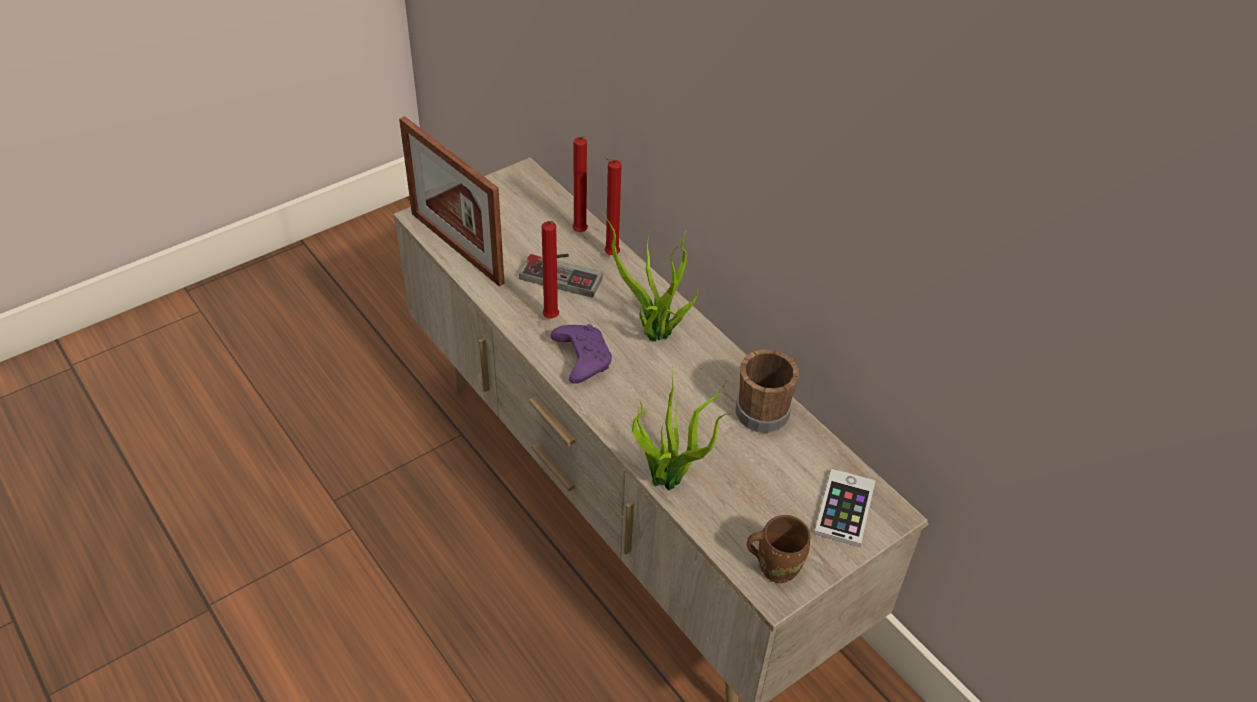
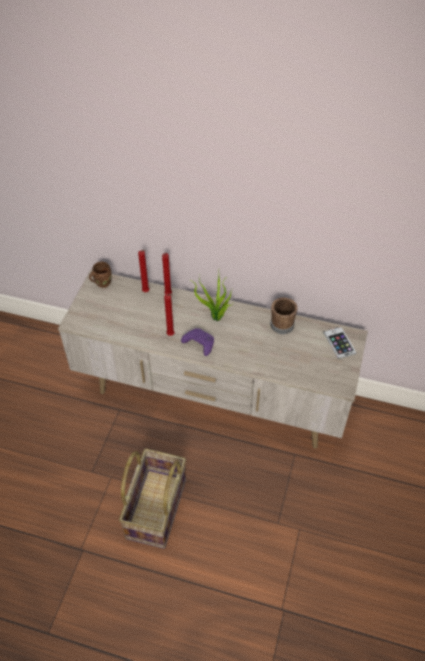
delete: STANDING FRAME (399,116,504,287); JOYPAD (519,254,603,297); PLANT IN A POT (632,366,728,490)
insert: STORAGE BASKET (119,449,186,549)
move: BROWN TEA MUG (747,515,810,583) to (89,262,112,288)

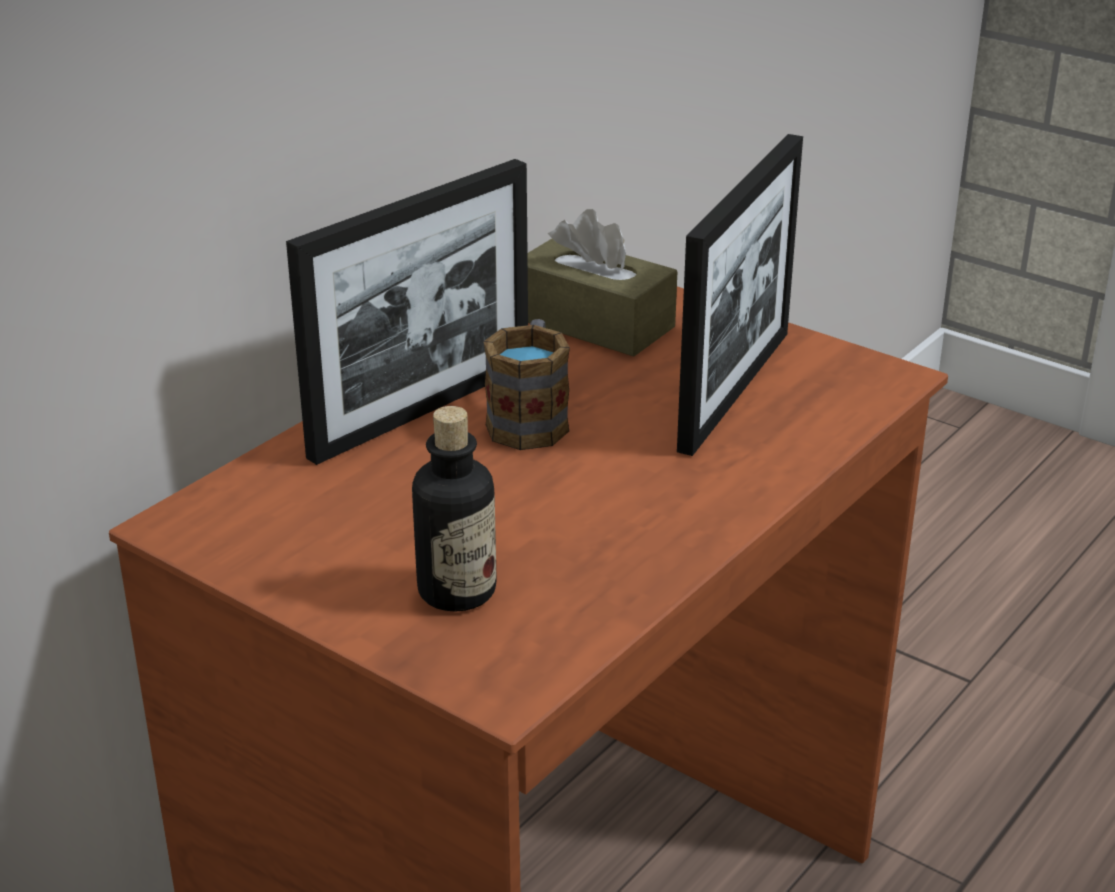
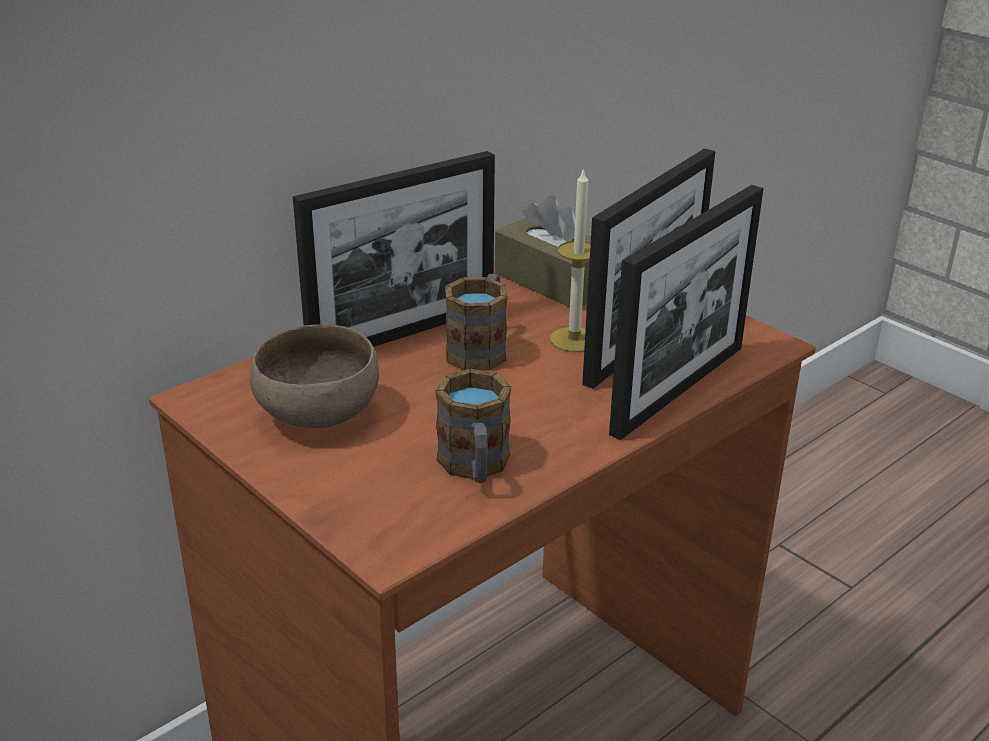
delete: BOTTLE (412,406,497,612)
insert: BROWN BOWL (250,324,379,428); TEA MUG (435,369,512,483); CANDLE (550,167,591,352); STANDING FRAME (609,185,764,440)

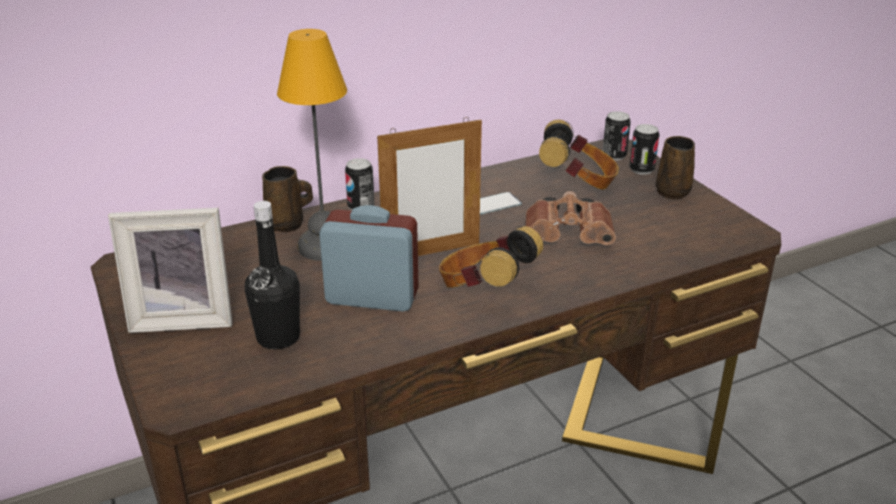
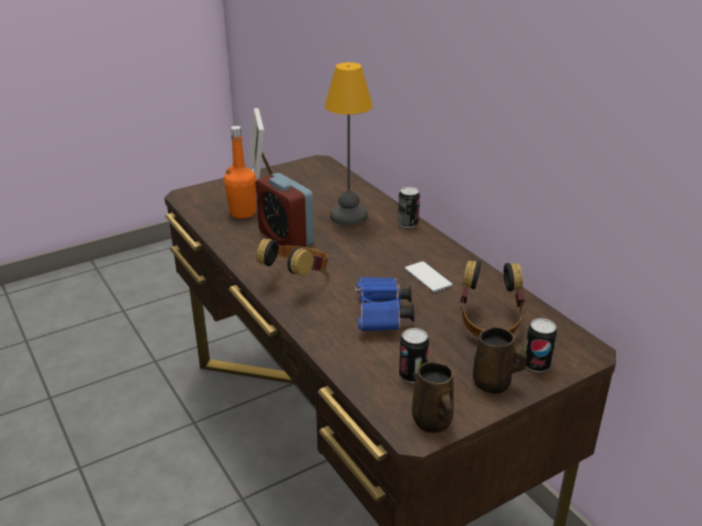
delete: STANDING FRAME (377,117,482,256)
move: BROWN TEA MUG (262,166,313,232) to (412,361,454,433); SEALED CAN (603,111,631,161) to (399,328,429,383)
recolor: BLACK-COLOURED BOTTLE (245,201,300,349) to ORANGE BOTTLE (224,126,256,219); BROWN FIELD GLASSES (525,191,616,245) to BLUISH FIELD GLASSES (355,277,414,331)
rotate: BEDSIDE CLOCK (319,205,419,312) = (255,173,314,247) 135 degrees clockwise

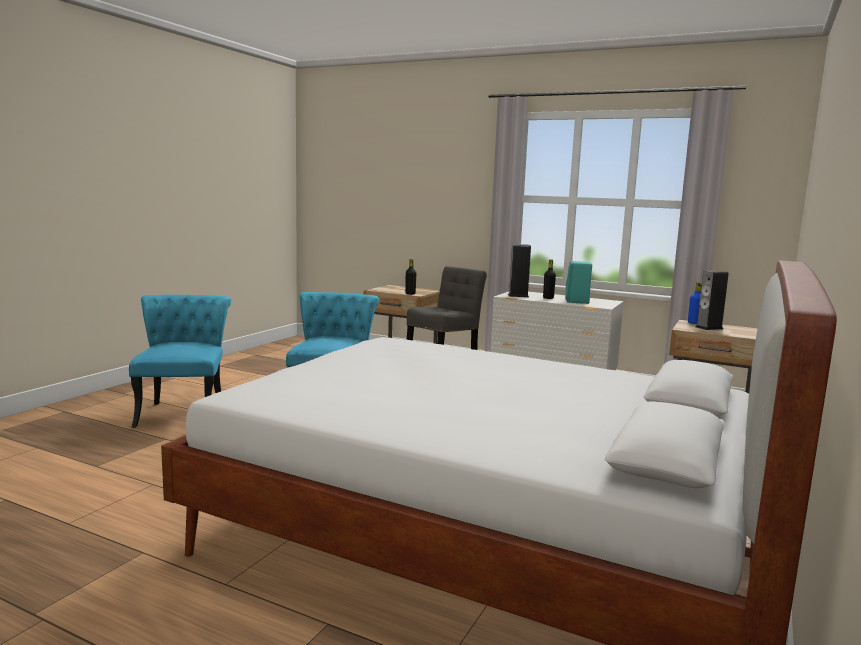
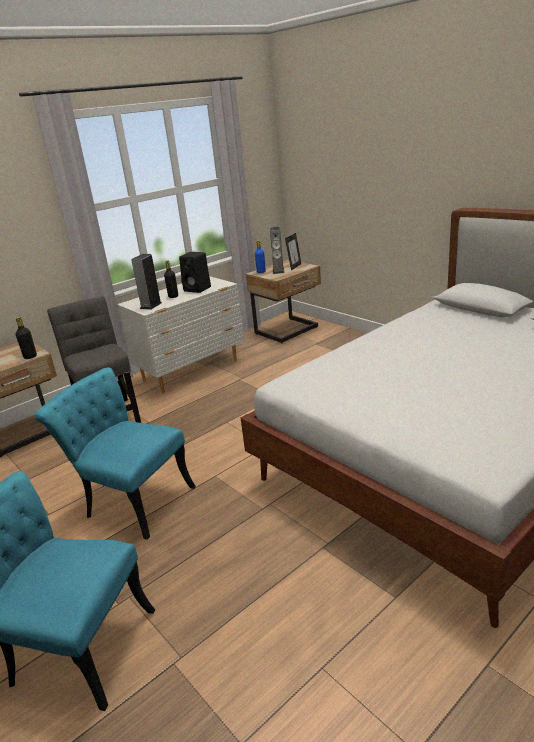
insert: STANDING FRAME (285,233,301,270)
recolor: TURQUOISE SPEAKER (565,261,592,304) to BLACK-COLOURED SPEAKER (179,252,211,293)

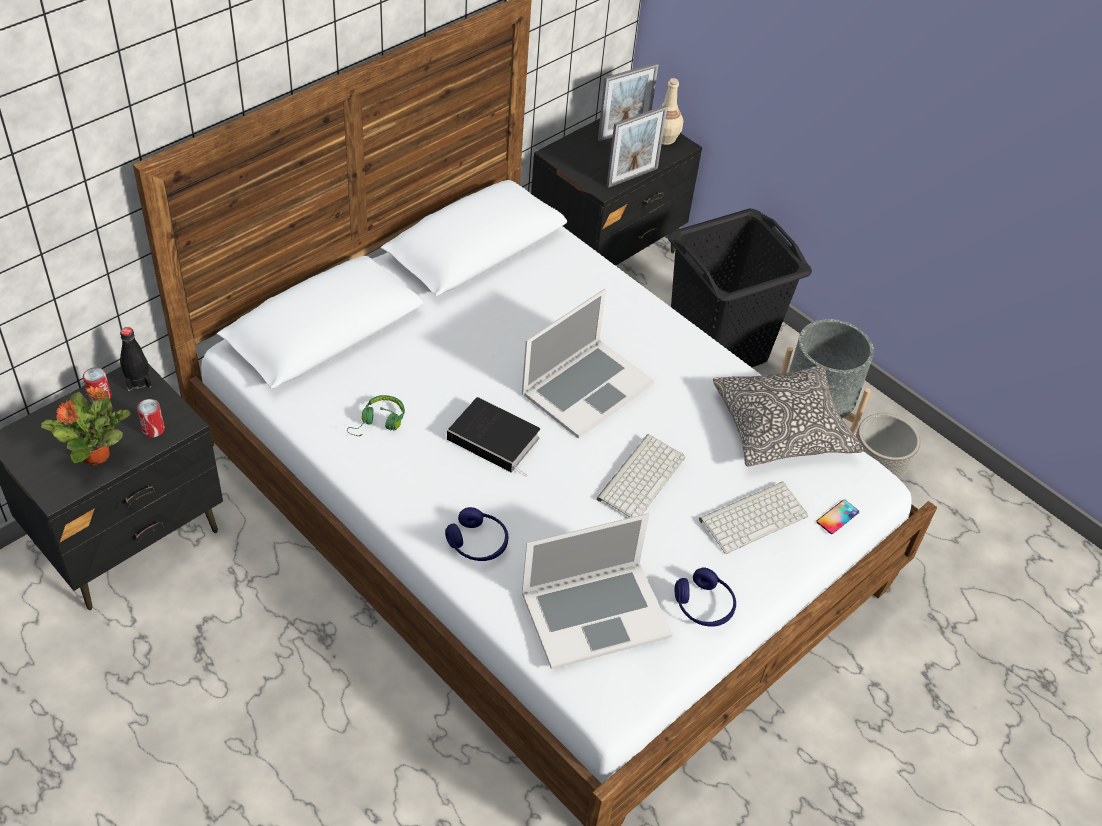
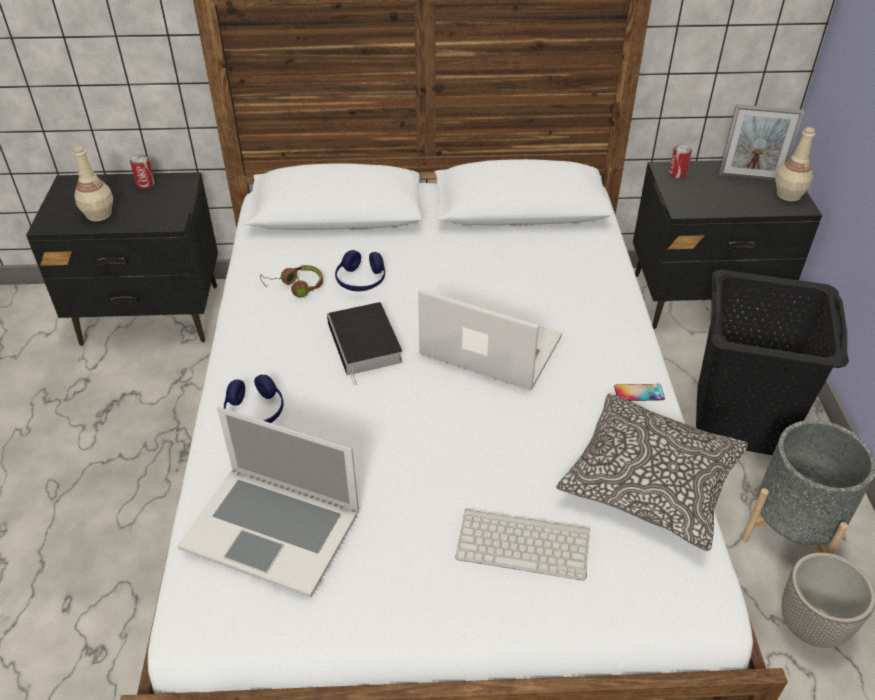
delete: BLACK-COLOURED BOTTLE (120,327,151,391); PC KEYBOARD (596,434,685,518); STANDING FRAME (606,105,667,188)
move: SEALED CAN (137,399,165,437) to (669,145,692,178); BLUISH HEADSET (675,568,736,627) to (335,250,385,291); PHONE (816,499,859,534) to (614,384,665,401)
replace: PLANT IN A POT (41,386,130,465) to BEIGE BOTTLE (73,146,113,221)
recolor: GREENISH HEADSET (347,395,405,436) to BROWN HEADSET (260,265,323,298)
rotate: NOTEBOOK COMPUTER (522,289,654,439) = (418,289,562,391) 150 degrees counterclockwise

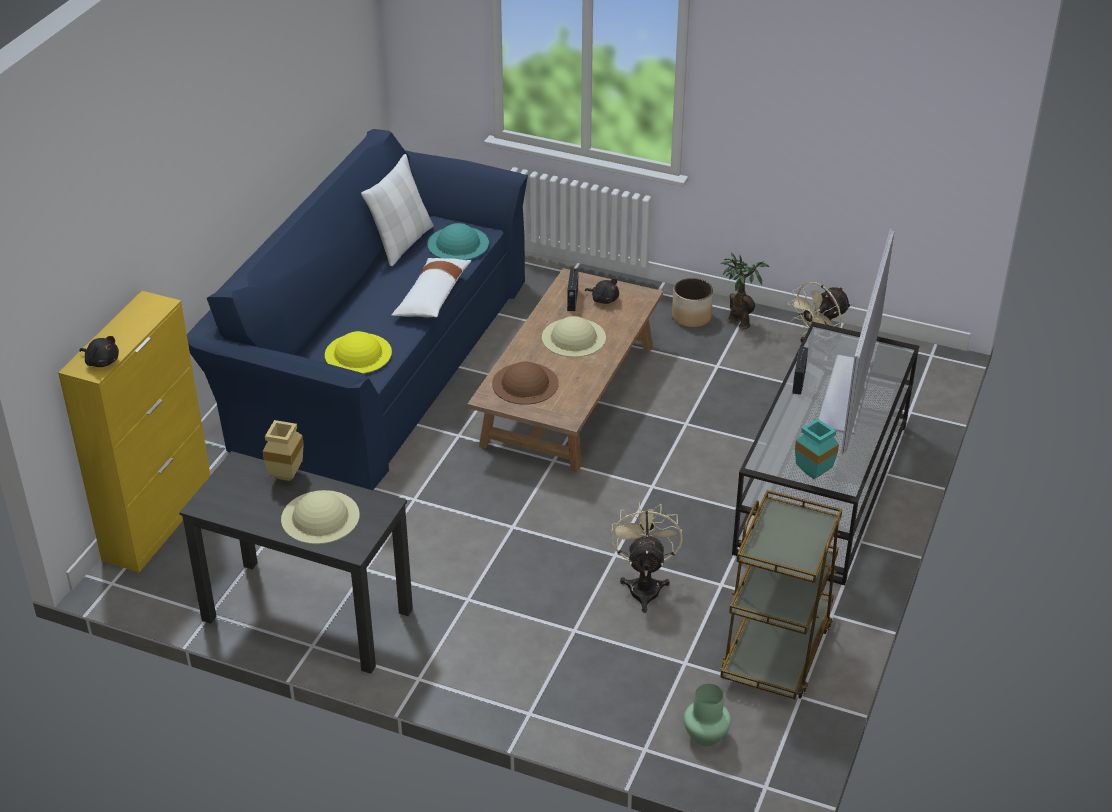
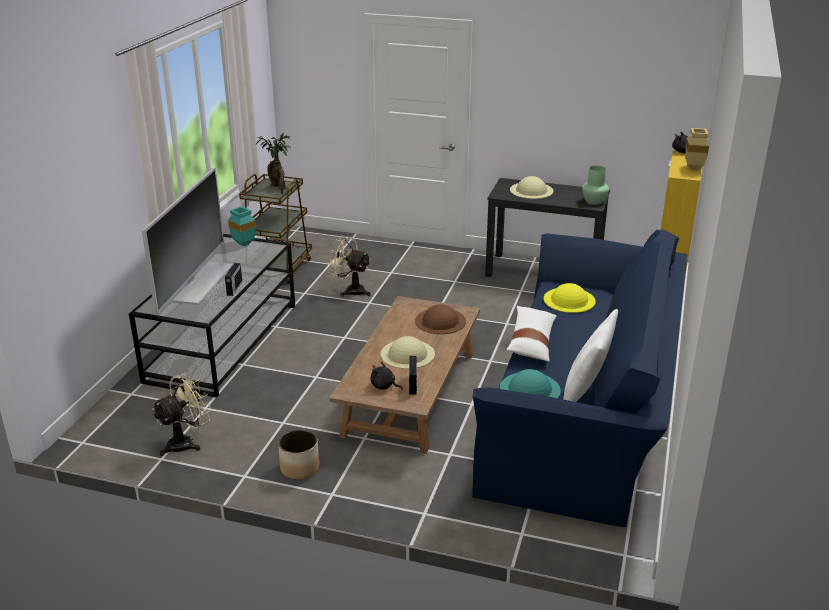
move: BEIGE FLOWER VASE (263,420,304,481) to (685,128,709,170); GREENISH FLOWER VASE (684,684,731,746) to (582,166,609,205); PLANT IN A POT (720,253,769,329) to (256,133,291,194)
rotate: BEIGE ELECTRIC FAN (611,502,683,613) = (326,235,371,297) 120 degrees clockwise

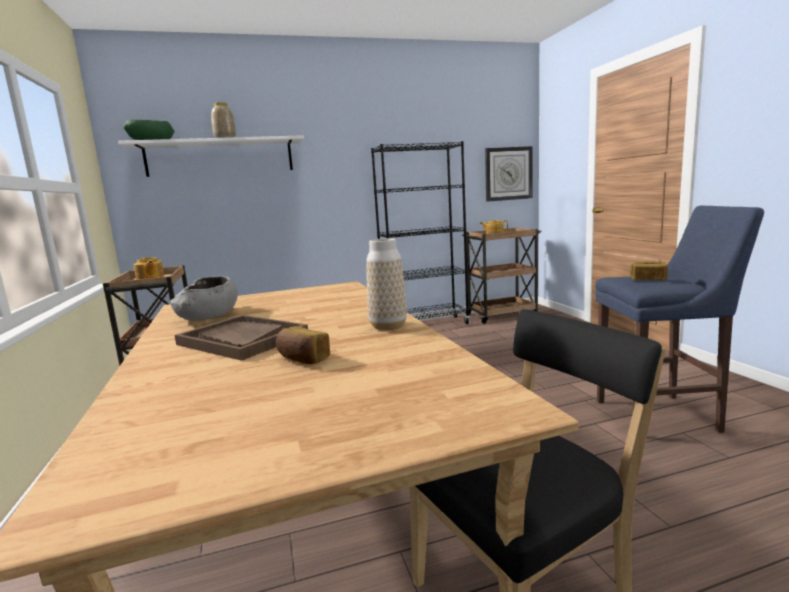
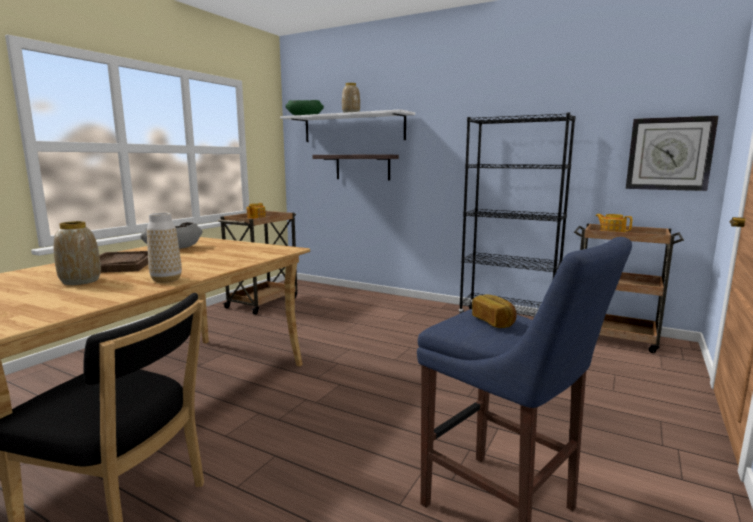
insert: SHELF (312,154,399,181)
replace: BREAD (276,326,330,364) to FLOWER VASE (54,221,101,285)

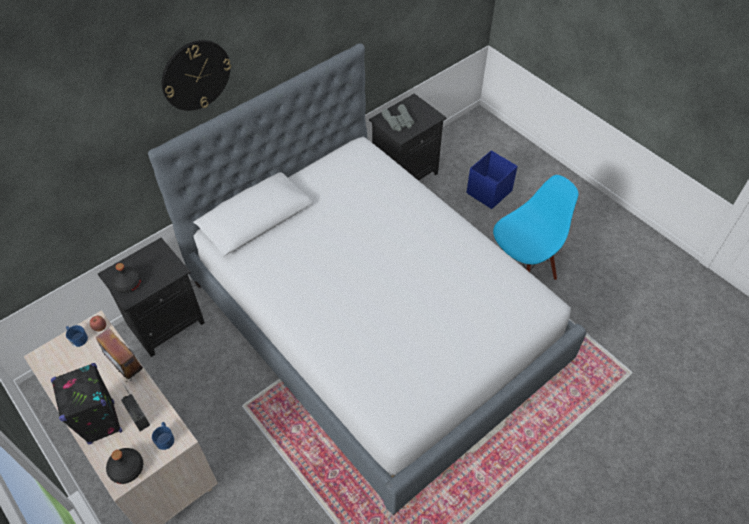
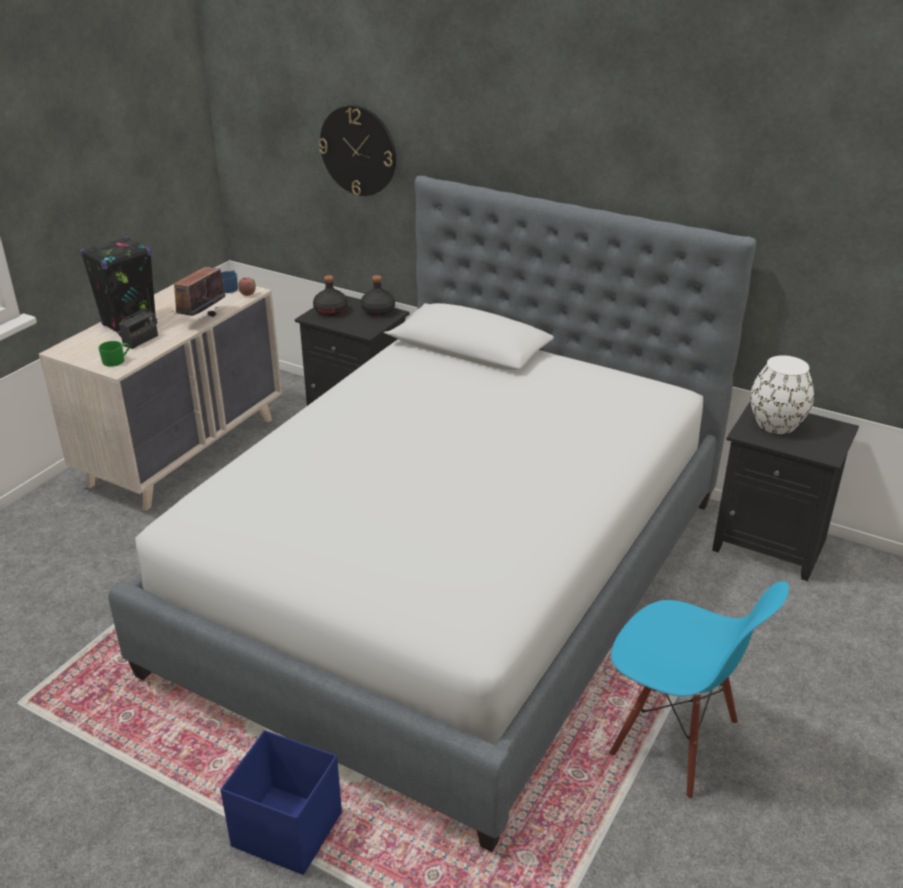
move: BLACK-COLOURED BOTTLE (106,448,143,484) to (360,275,395,316); WALL CLOCK (162,40,231,111) to (319,105,396,196); BLUISH STORAGE BIN (466,150,518,209) to (220,730,342,875)
replace: GRAY FIELD GLASSES (381,104,414,132) to WHITE-COLOURED FLOWER VASE (750,355,814,434)
recolor: BLUISH TEA MUG (152,422,174,450) to GREENISH TEA MUG (98,341,129,367)

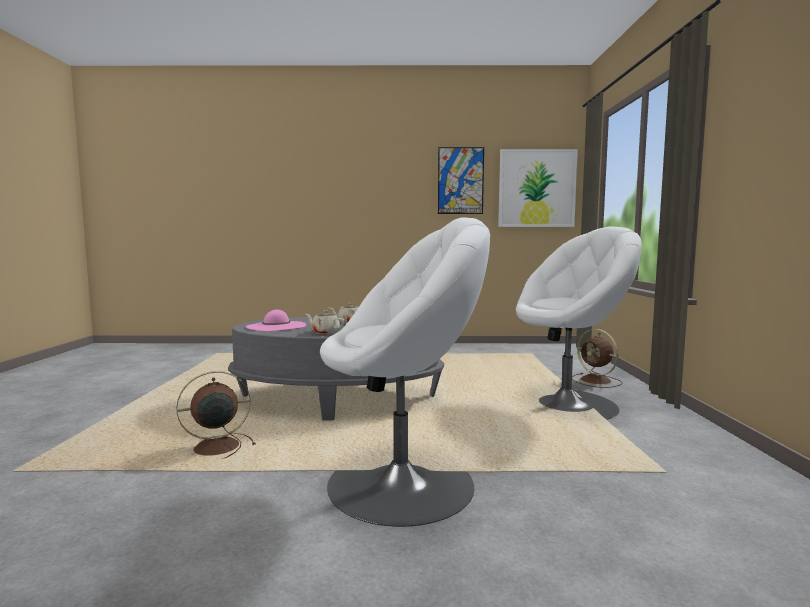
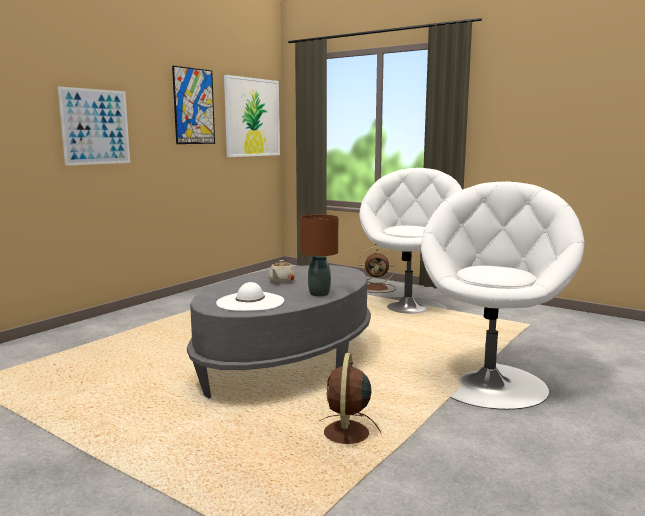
insert: PICTURE (58,86,130,166)
replace: BEIGE TEAPOT (306,310,345,334) to BROWN TABLETOP LAMP (300,215,338,297)
recolor: PINKISH HAT (246,310,306,331) to WHITE-COLOURED HAT (216,282,284,311)

